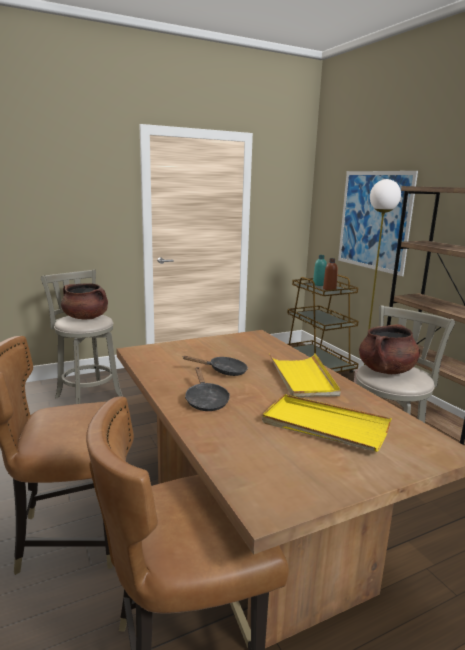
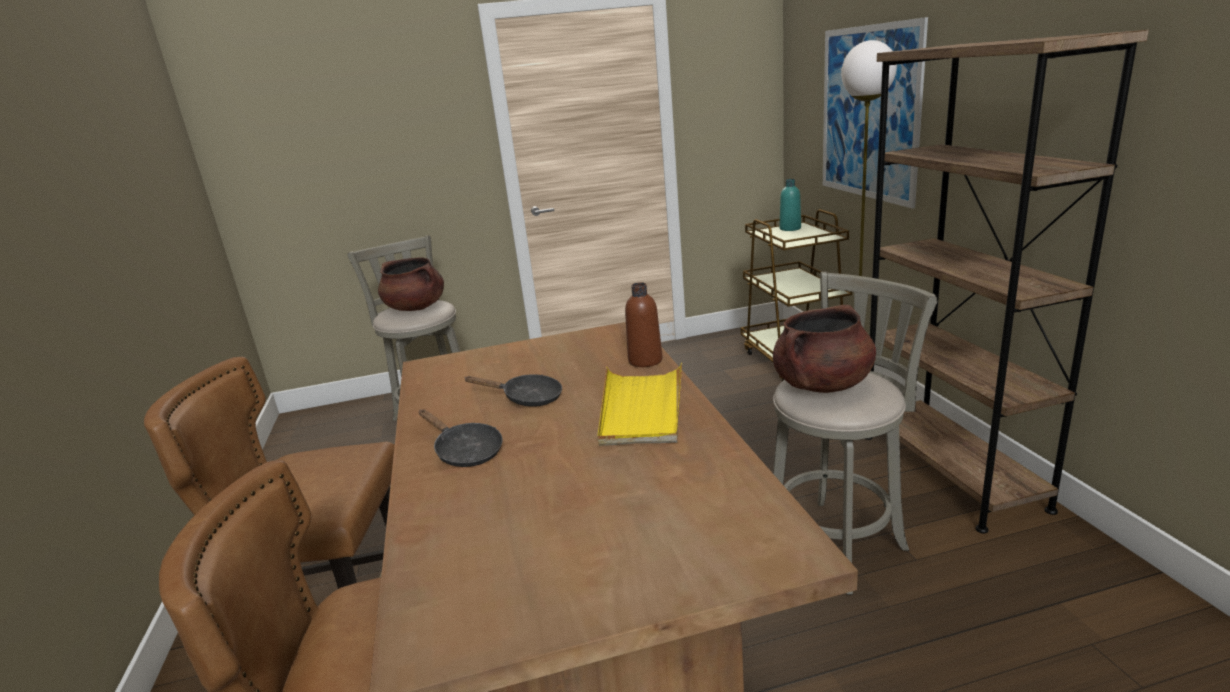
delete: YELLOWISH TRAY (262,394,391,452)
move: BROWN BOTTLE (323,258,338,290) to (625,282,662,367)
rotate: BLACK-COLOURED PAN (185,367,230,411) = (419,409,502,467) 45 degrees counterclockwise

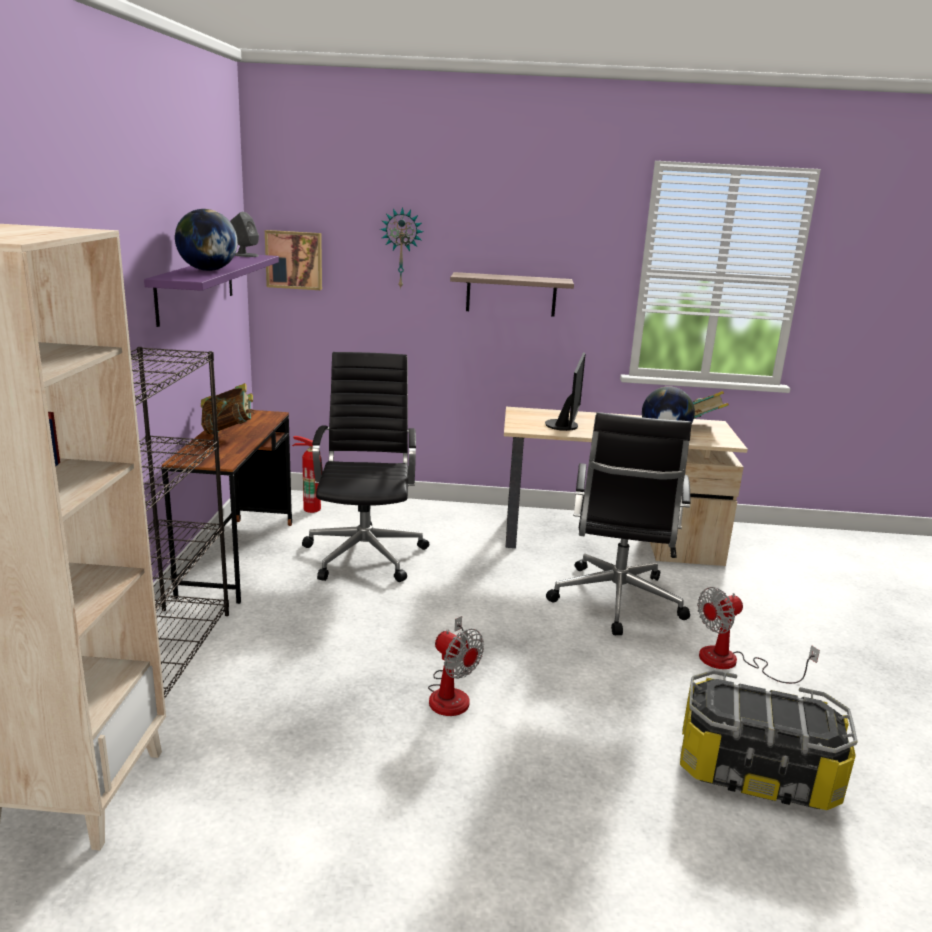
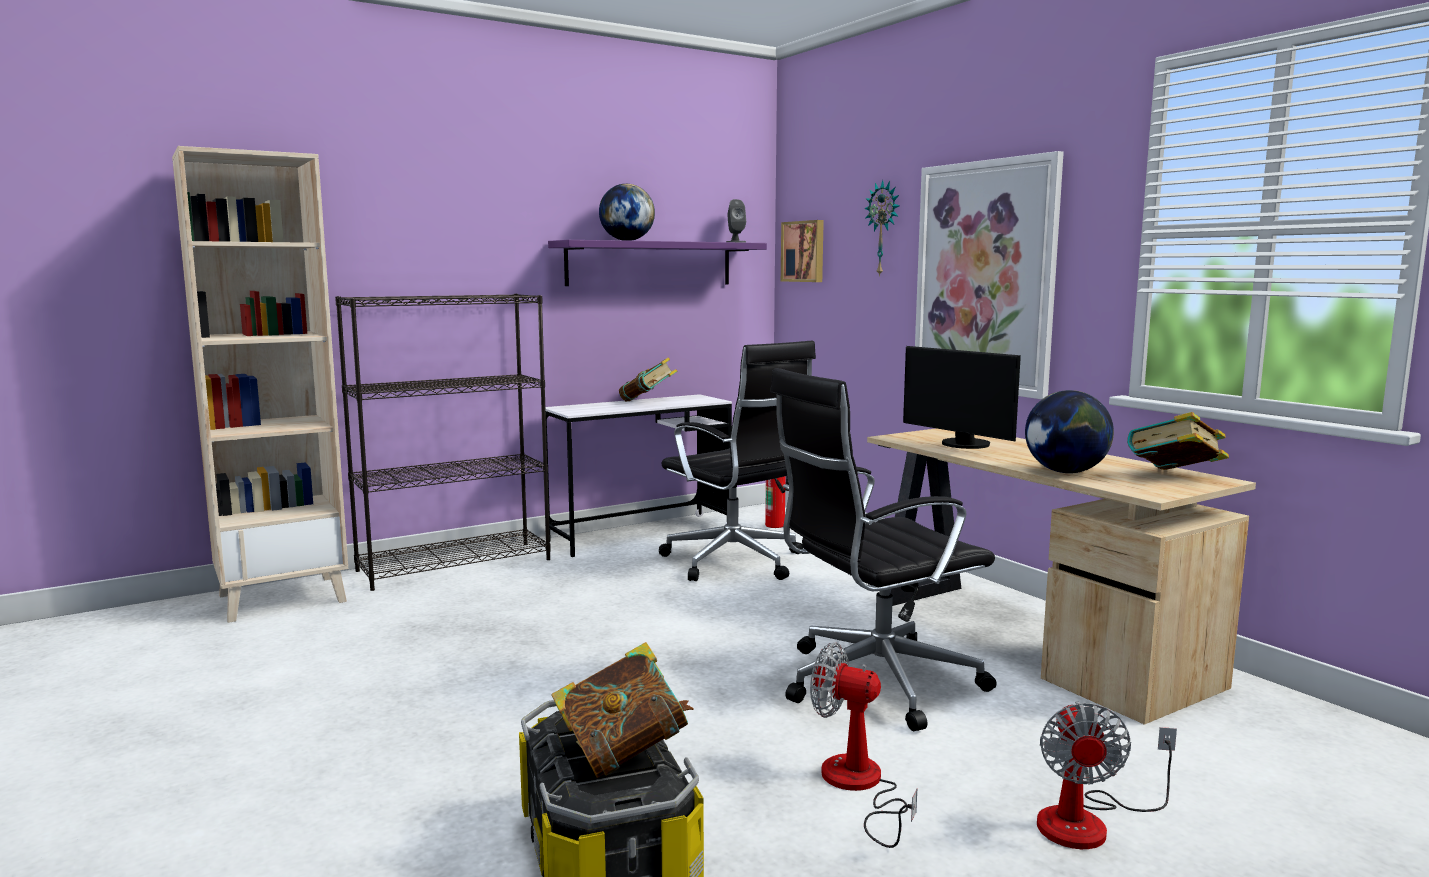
insert: BOUND BOOK (551,642,694,778)
move: ELECTRIC FAN (428,616,484,716) to (1037,701,1177,849)
replace: SHELF (450,272,574,317) to PICTURE (915,151,1064,399)
recolor: BROWN DESK (162,410,292,604) to WHITE-COLOURED DESK (545,394,732,557)
rotate: BLACK-COLOURED OFFICE CHAIR (302,352,429,582) = (659,341,816,581) 90 degrees clockwise; COMPUTER DISPLAY (545,352,586,431) = (903,346,1021,449) 75 degrees clockwise

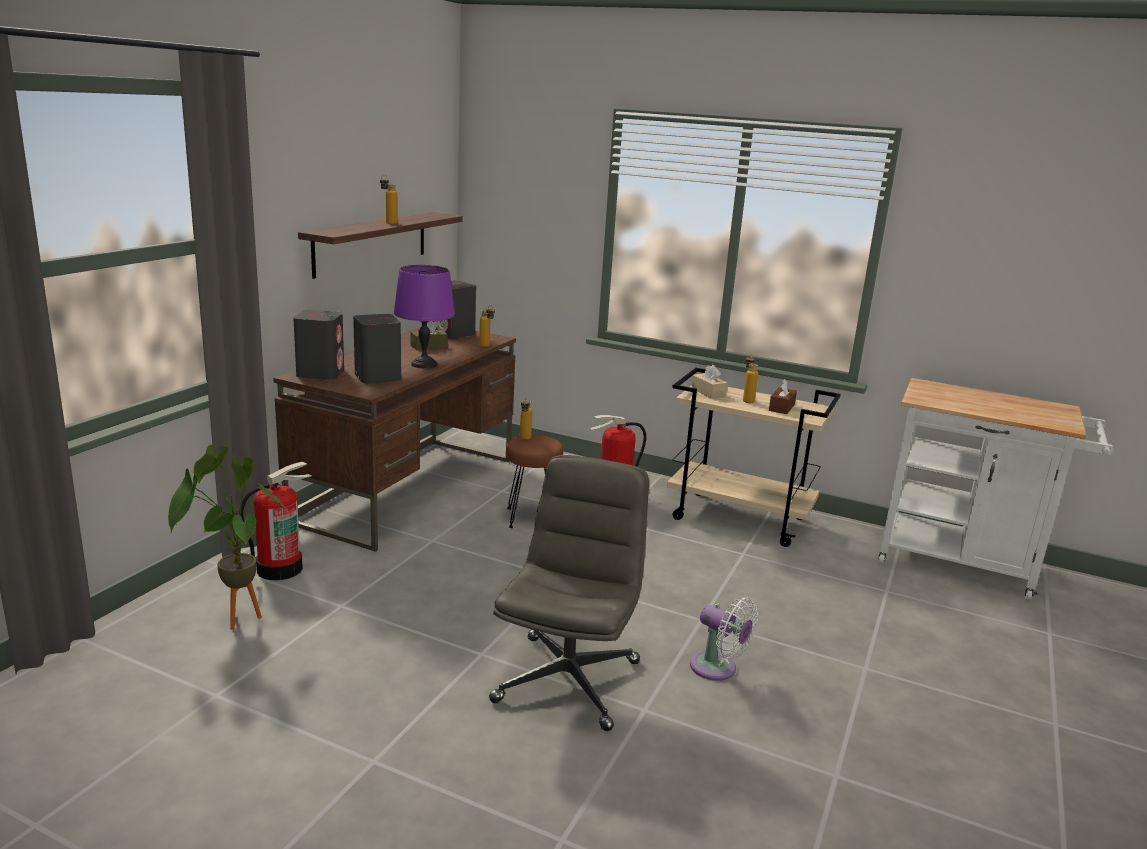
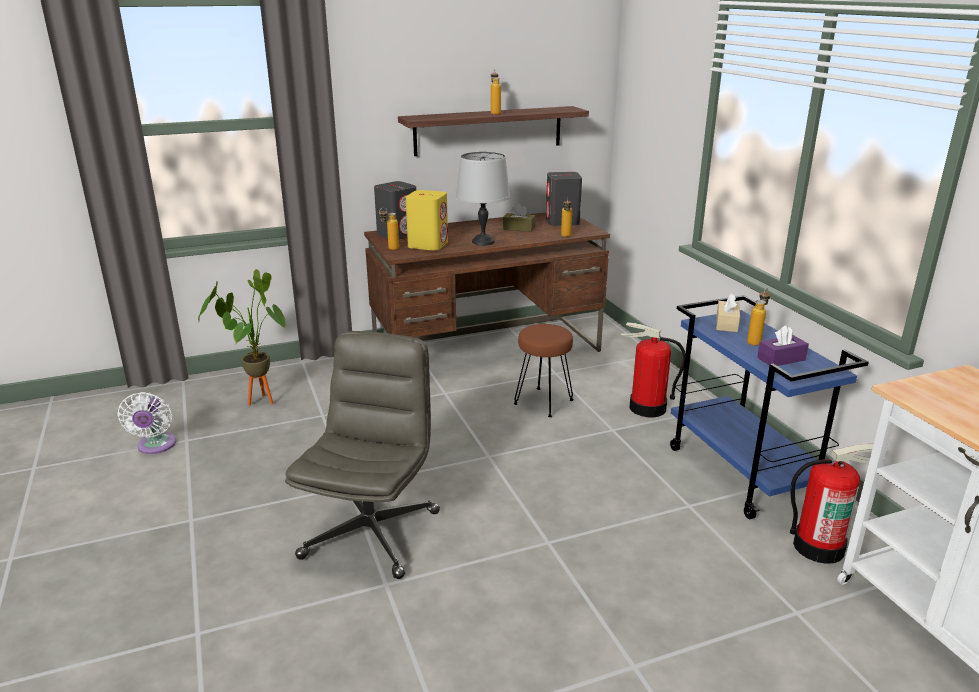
move: EXTINGUISHER (239,462,311,580) to (790,444,873,564); BOTTLE (520,397,533,440) to (379,207,399,250); WHITE-COLOURED ELECTRIC FAN (690,597,758,681) to (117,392,177,454)
recolor: GRAY SPEAKER (353,314,401,384) to YELLOWISH SPEAKER (406,190,448,251); PURPLISH TABLETOP LAMP (394,265,455,369) to GRAY TABLETOP LAMP (456,152,510,246); BEIGE WHEELED CART (667,368,841,547) to BLUISH WHEELED CART (670,295,869,519); BROWN BOX OF TISSUES (769,379,797,414) to PURPLISH BOX OF TISSUES (757,325,809,366)
rotate: GRAY OFFICE CHAIR (489,455,649,731) = (285,331,440,579) 45 degrees counterclockwise

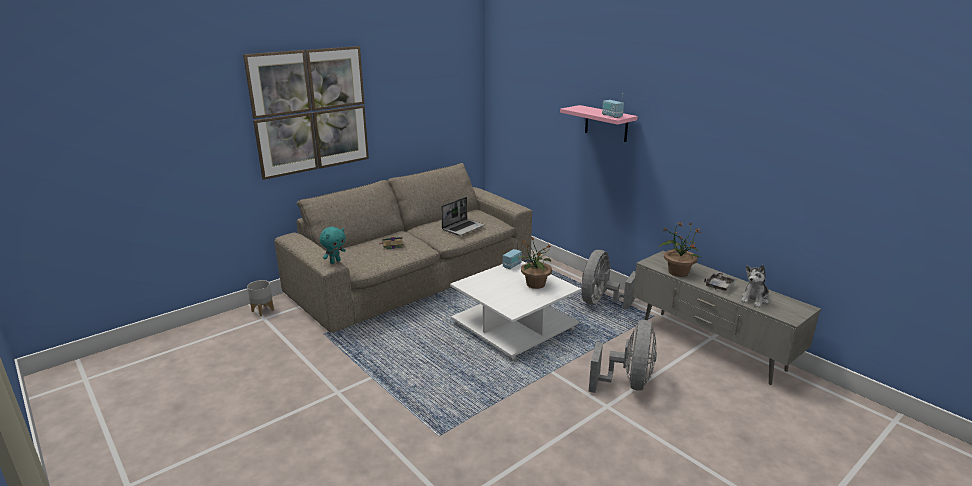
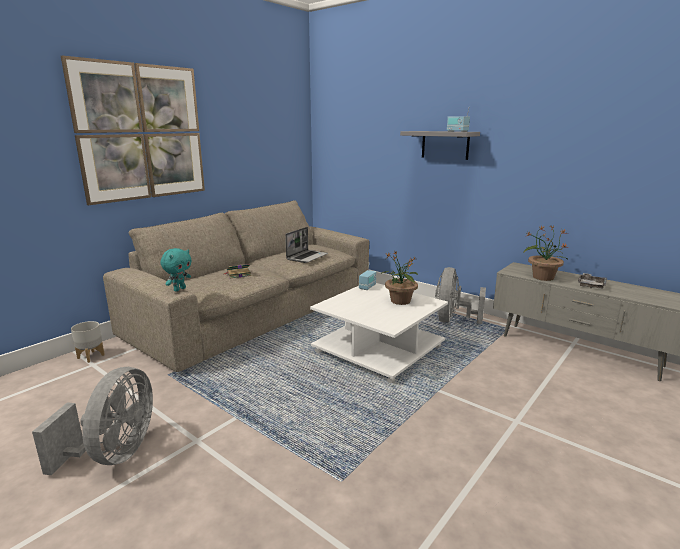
delete: SOFT TOY (740,265,769,308)
move: GRAY ELECTRIC FAN (589,320,657,393) to (32,367,153,475)
recolor: PINKISH SHELF (560,105,638,142) to GRAY SHELF (400,131,480,160)

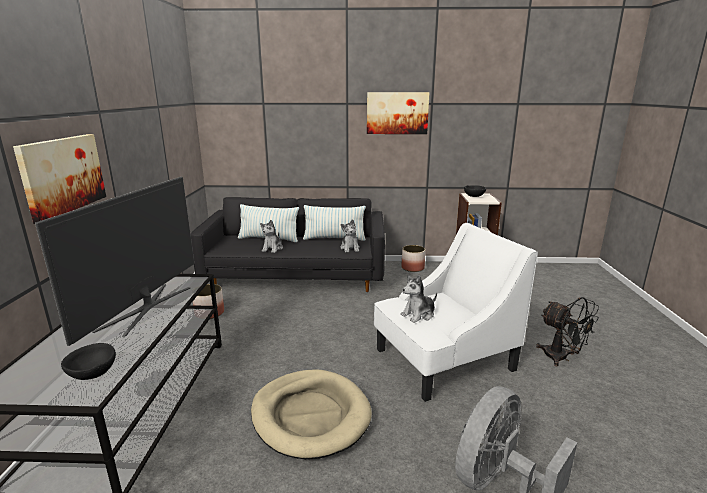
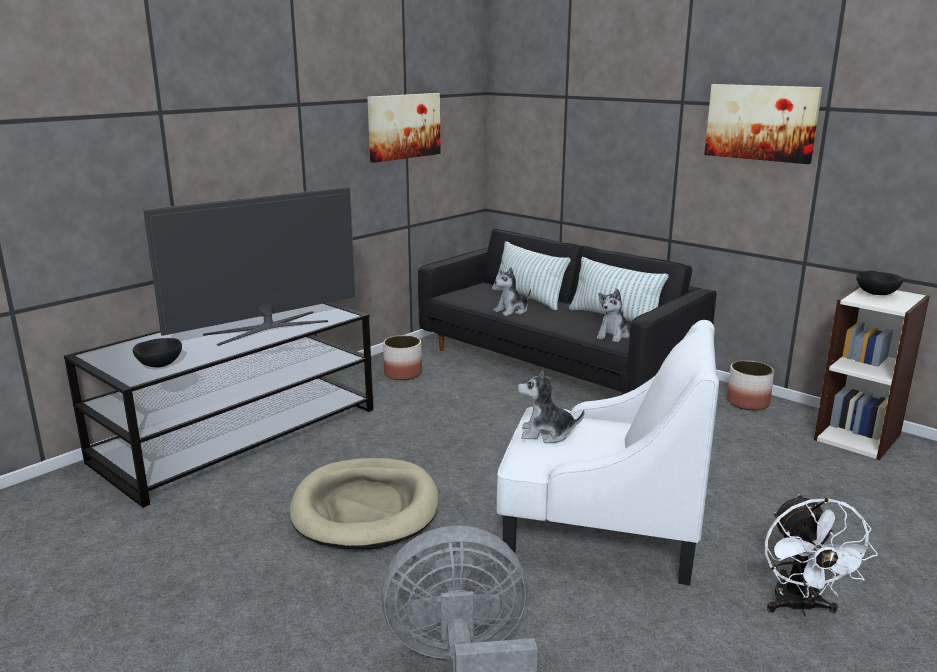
move: PICTURE (13,134,106,224) to (367,93,441,163)
recolor: BLACK-COLOURED ELECTRIC FAN (536,297,599,367) to WHITE-COLOURED ELECTRIC FAN (765,494,878,616)

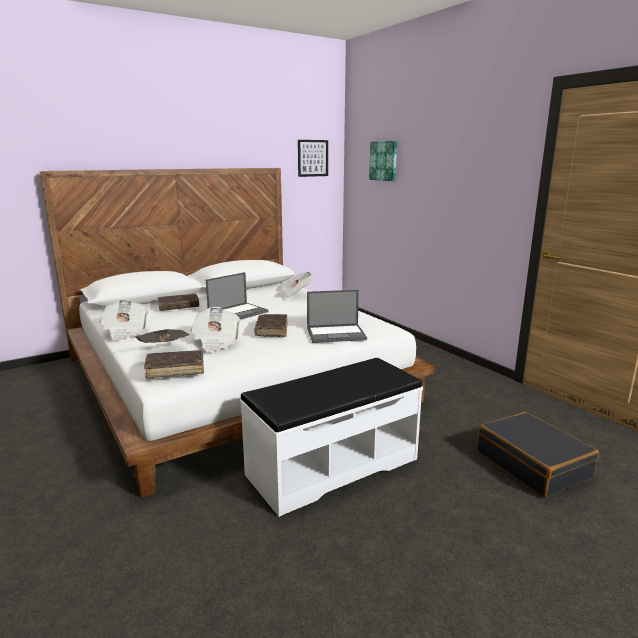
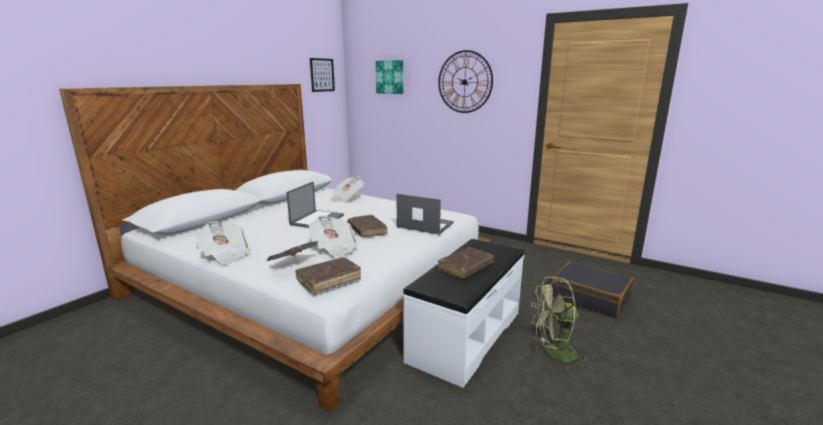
insert: WALL CLOCK (438,50,493,113); GREENISH ELECTRIC FAN (531,277,589,371)
move: BROWN BOUND BOOK (158,294,200,311) to (438,247,494,279)
rotate: NOTEBOOK COMPUTER (307,290,367,343) = (396,194,454,234) 120 degrees counterclockwise

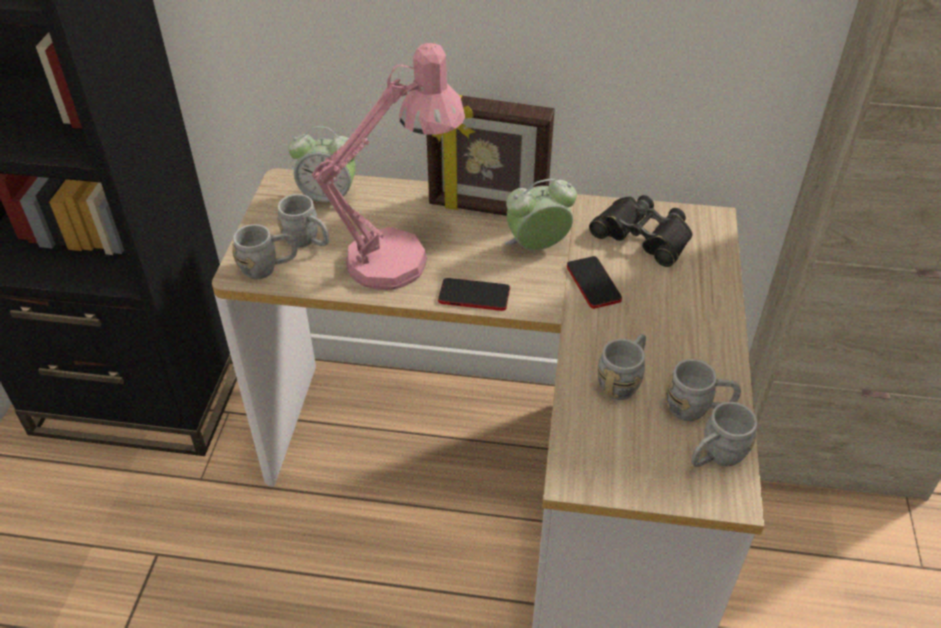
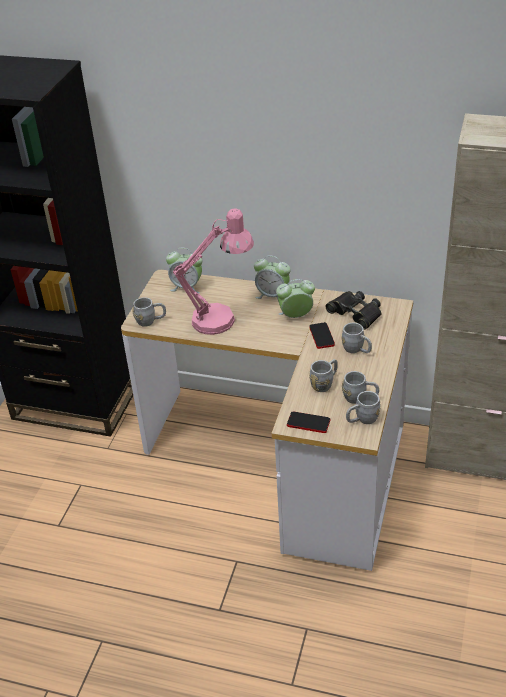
move: GRAY TEA MUG (277,194,329,248) to (341,323,372,353); PHONE (438,278,510,311) to (287,411,330,433)
replace: STANDING FRAME (426,95,555,216) to BEDSIDE CLOCK (254,255,291,302)

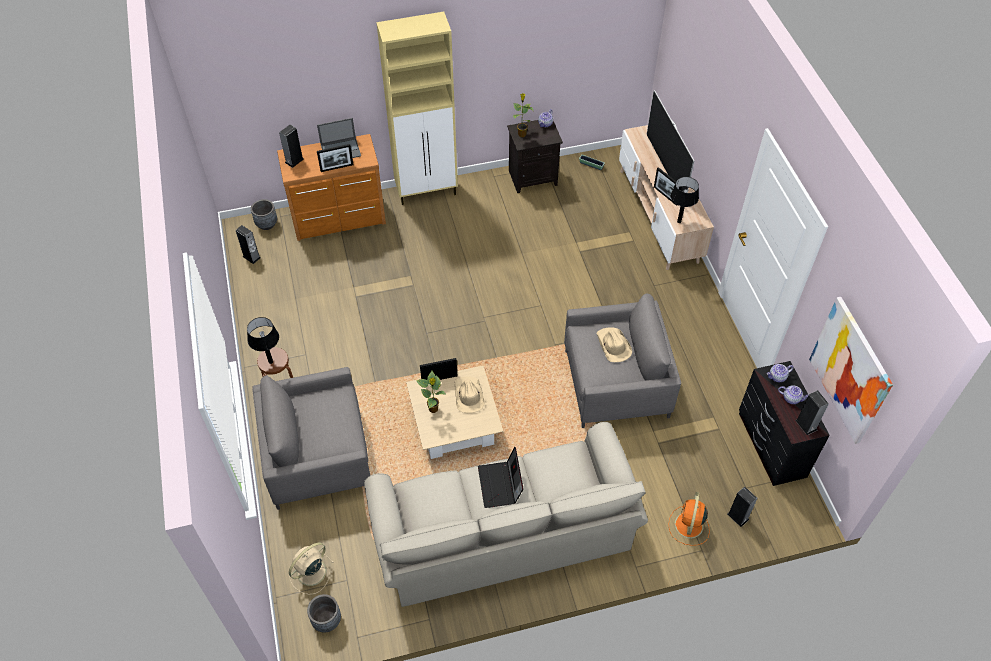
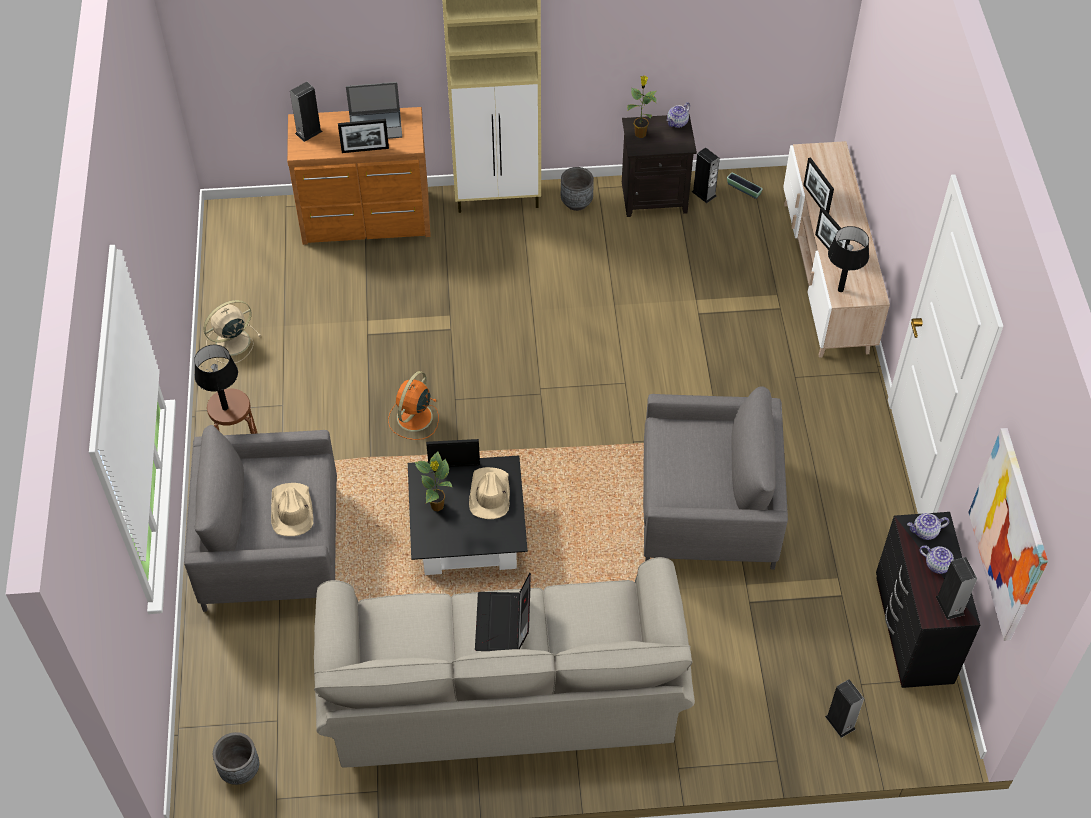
delete: TELEVISION (646,90,694,192)
insert: STANDING FRAME (803,157,834,214)
move: SPEAKER (236,225,261,264) to (692,148,720,203); GRAY PLANT POT (251,199,277,230) to (561,167,594,211); BEIGE ELECTRIC FAN (289,543,334,595) to (204,300,261,364); BEIGE HAT (596,327,632,362) to (271,483,313,536); ORANGE ELECTRIC FAN (668,492,710,546) to (388,371,439,440)
recolor: BEIGE LOUNGE TABLE (406,366,503,459) to BLACK-COLOURED LOUNGE TABLE (408,455,528,575)

